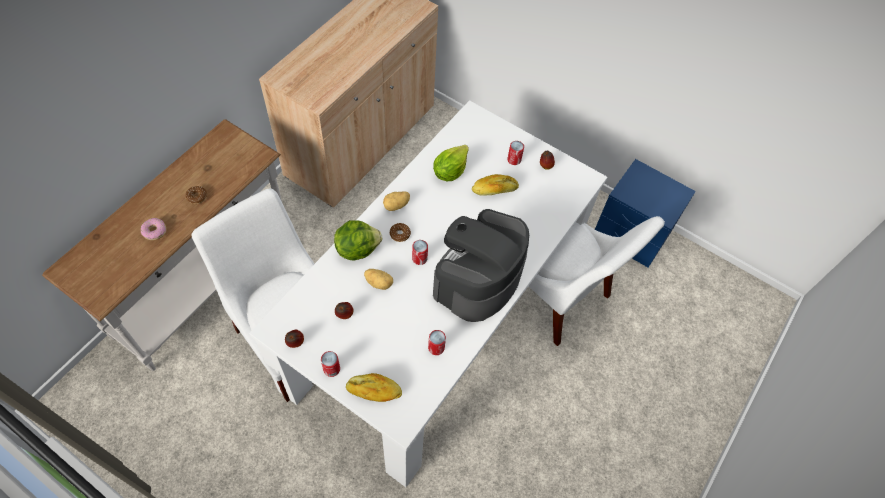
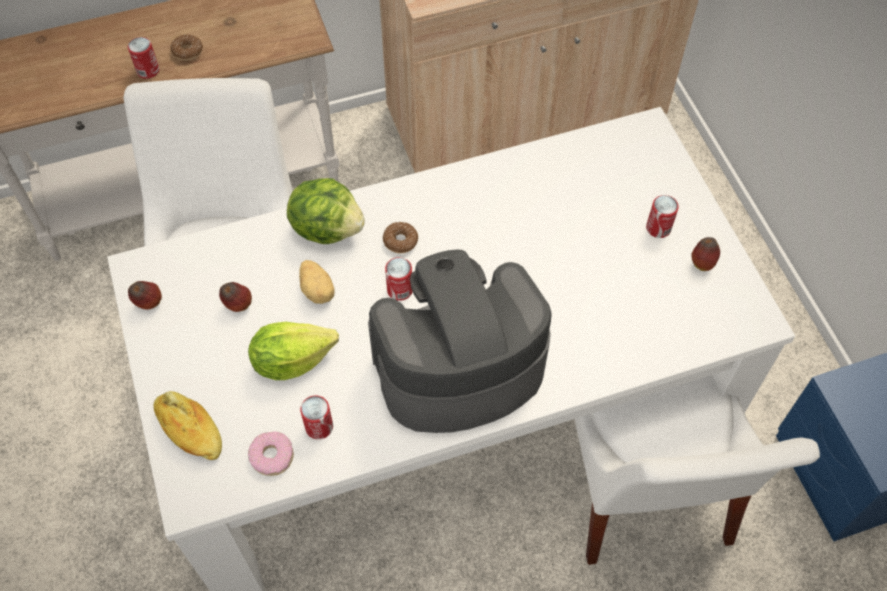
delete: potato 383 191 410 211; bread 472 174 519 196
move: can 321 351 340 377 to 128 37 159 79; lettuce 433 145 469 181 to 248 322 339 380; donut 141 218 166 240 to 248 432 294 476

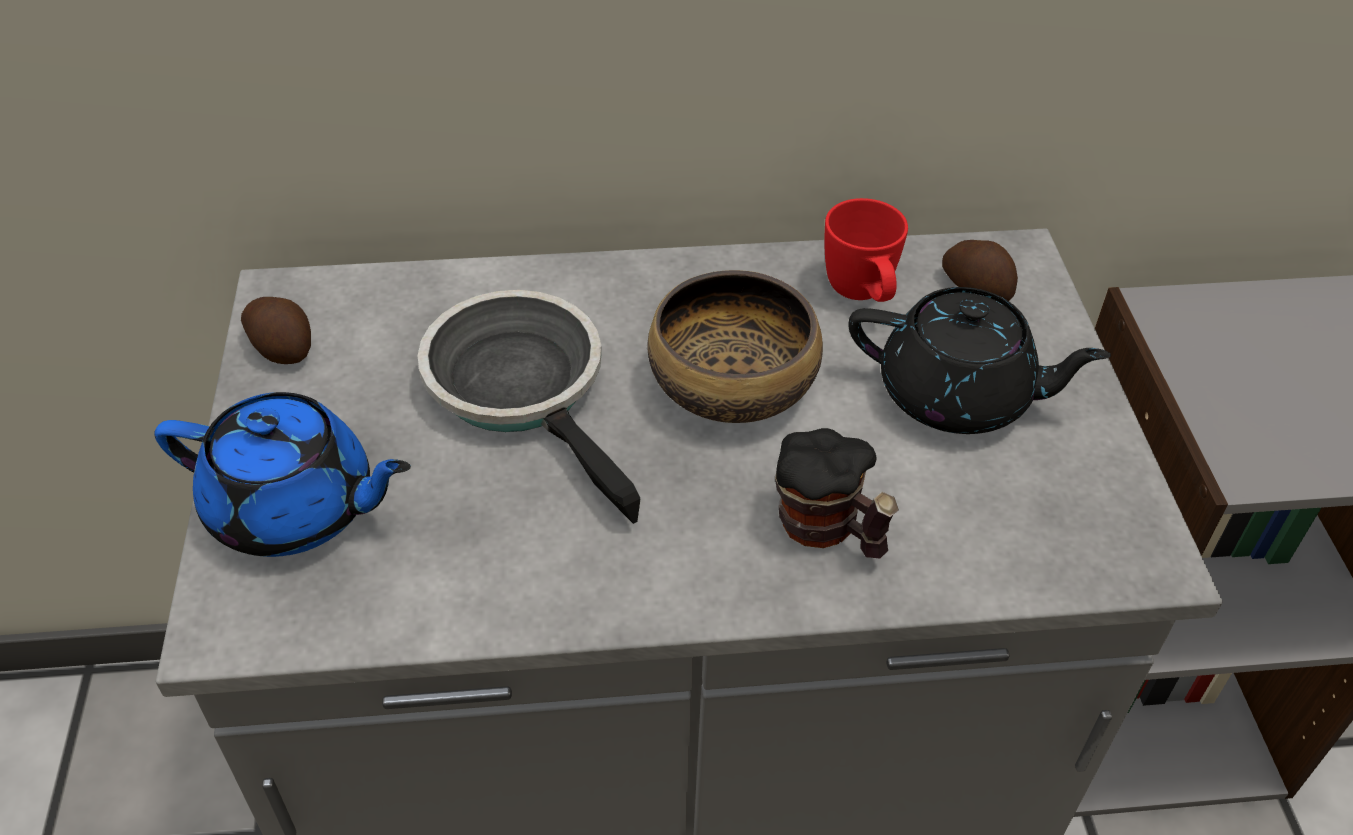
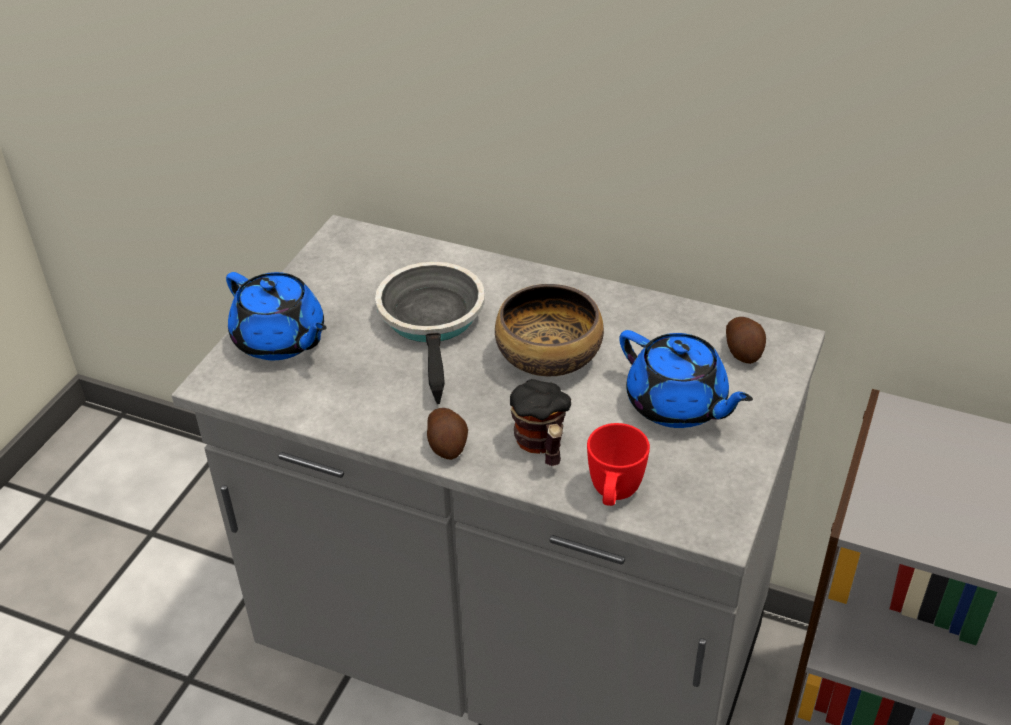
move: potato 241 297 311 364 to 427 408 468 460; mug/red 824 198 908 302 to 587 423 650 506
recolor: teapot/black 848 287 1111 434 to teapot/blue 619 330 753 428

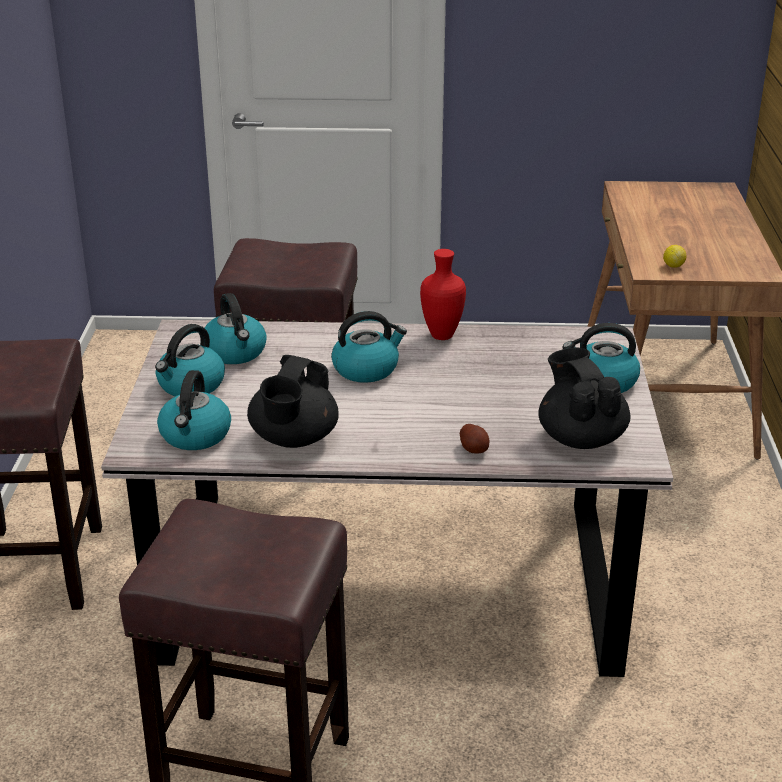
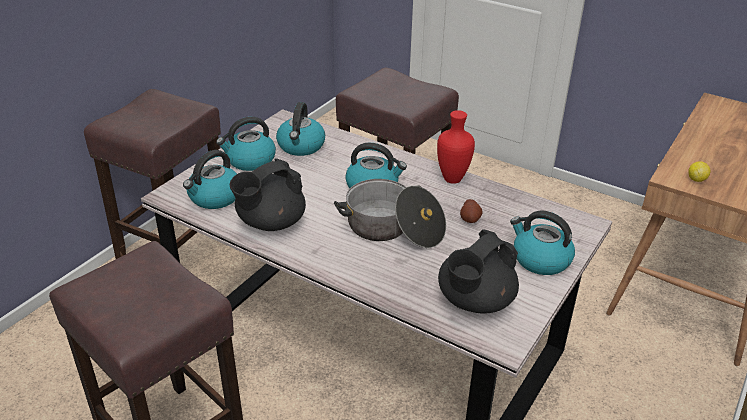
insert: cooking pot 334 179 446 248
move: potato 460 424 490 454 to 460 199 482 223
rotate: teapot/black 538 347 631 449 = 438 229 519 314 150 degrees counterclockwise

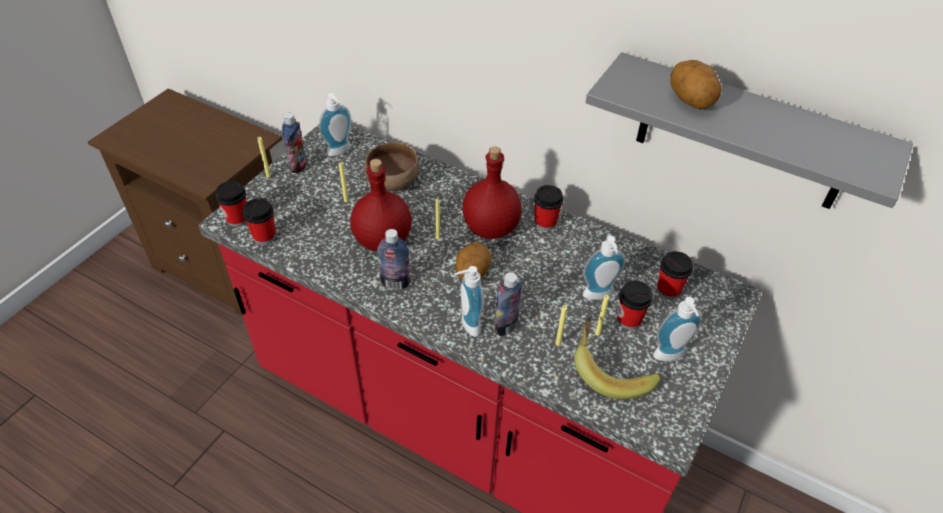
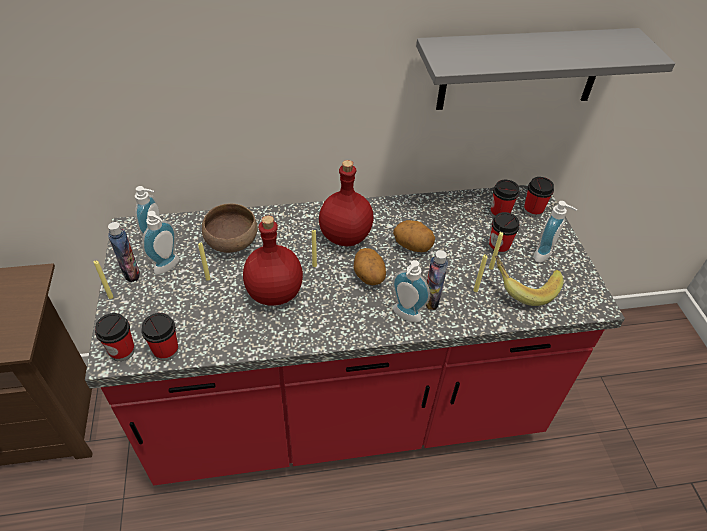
delete: bottle 377 229 411 290
move: soap dispenser 583 236 626 300 to 142 211 179 275; potato 670 60 722 109 to 393 220 435 252; cup 534 185 563 231 to 524 177 554 217

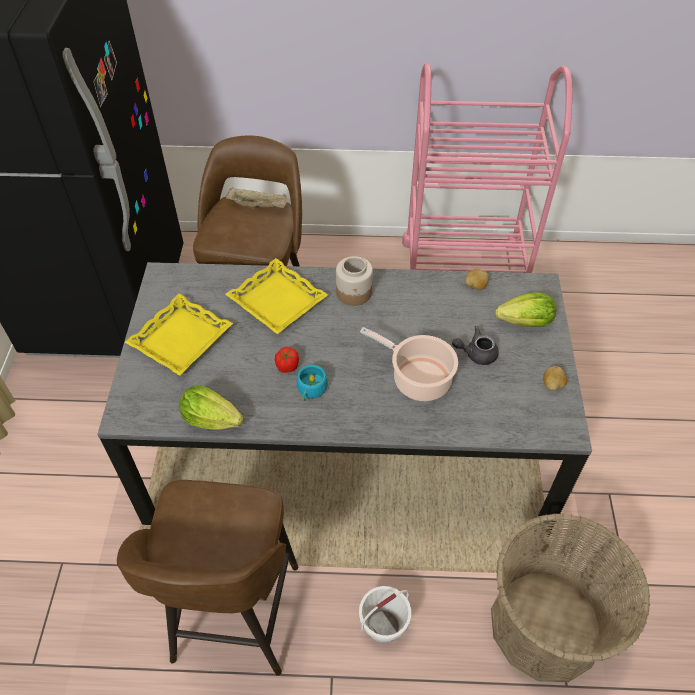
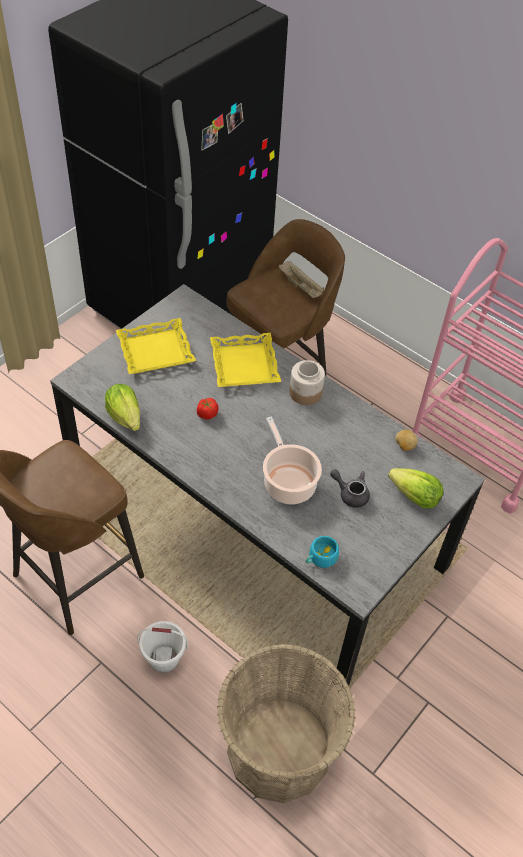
delete: potato 543 366 567 391
move: cup/turquoise 297 365 328 401 to 306 536 339 568

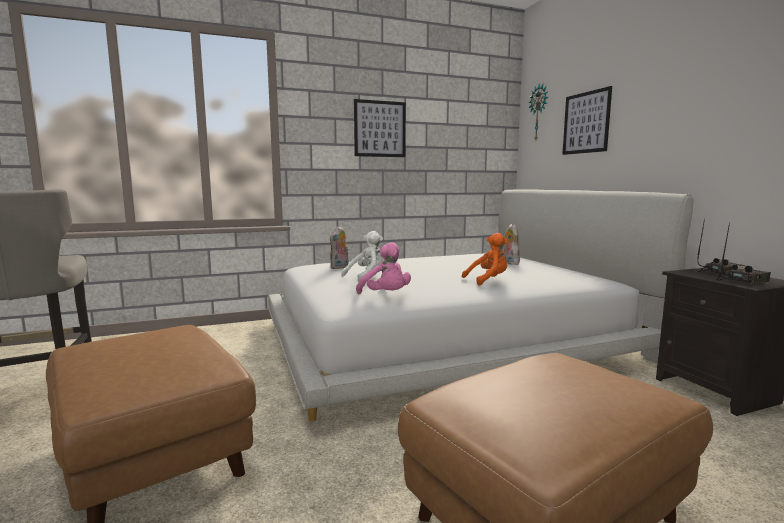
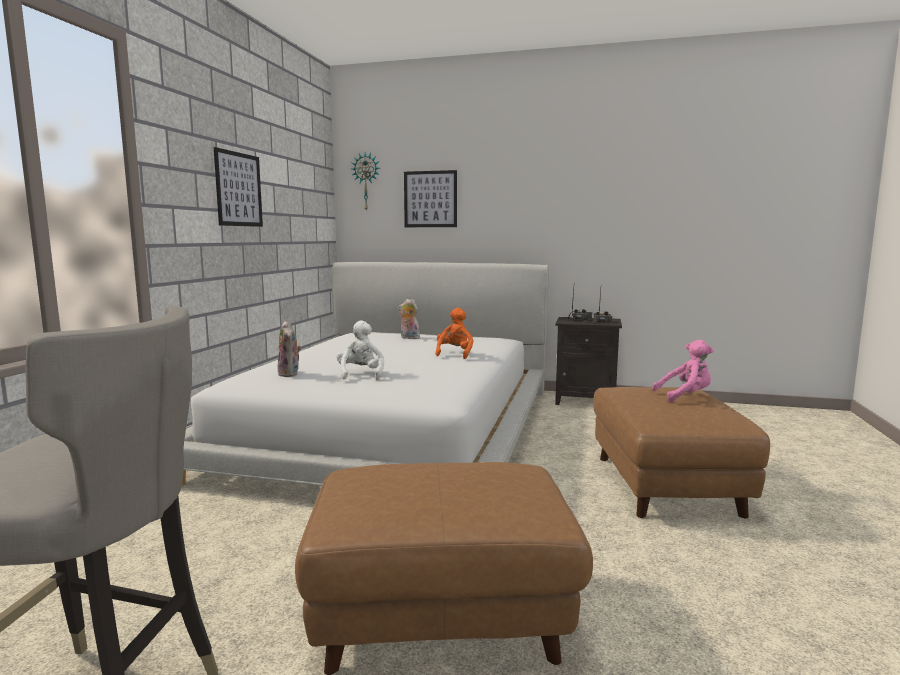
move: plush toy/pink 356 242 411 294 to 652 340 714 403

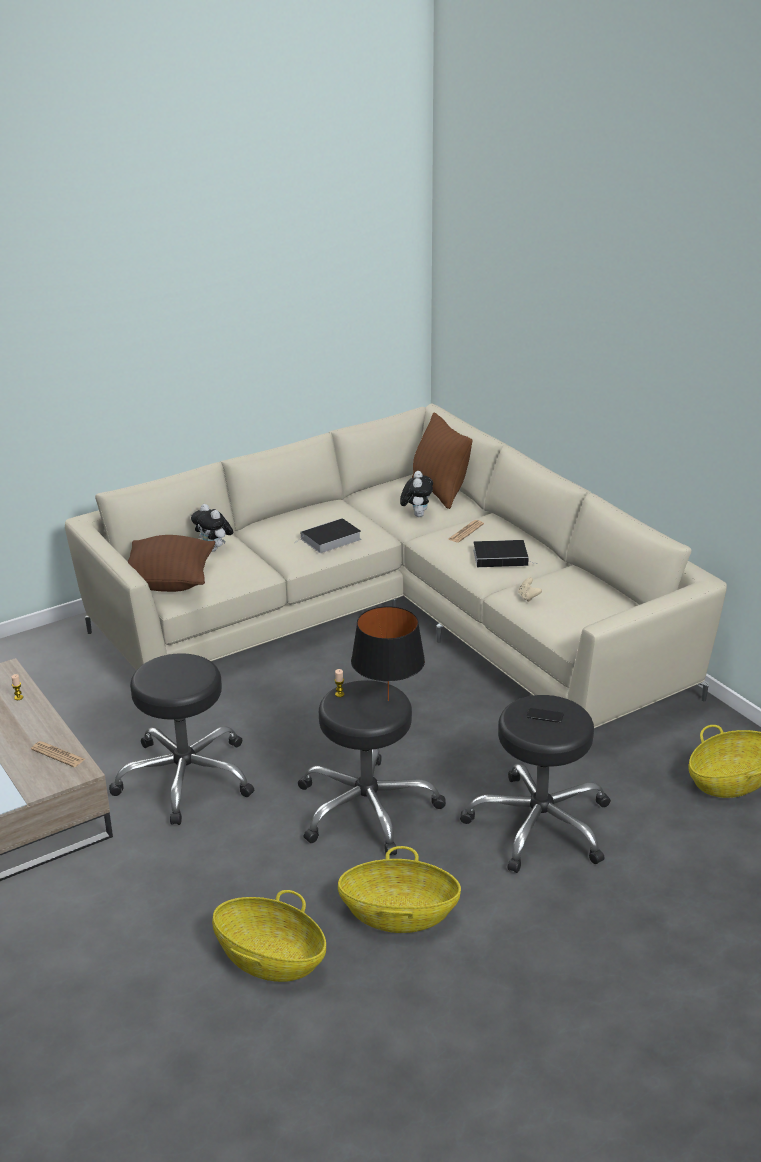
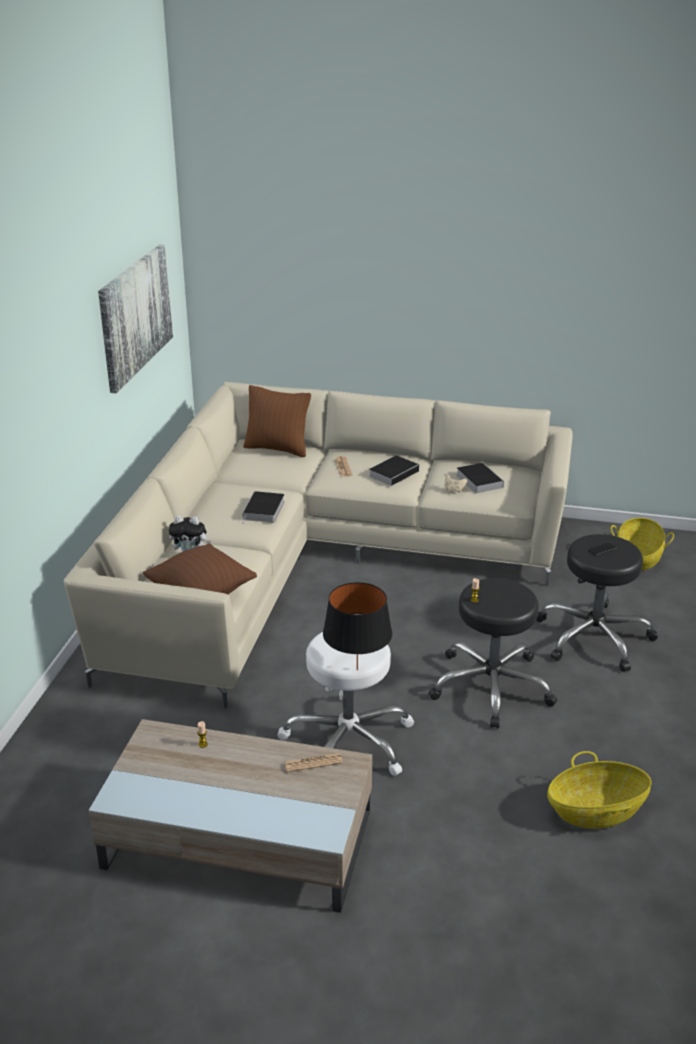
delete: basket 338 846 461 933; plush toy 400 471 433 517
insert: picture 98 244 173 393; book 456 463 504 493
move: table lamp/black 351 606 425 701 to 323 582 392 670
recolor: stool/black 109 653 254 825 to stool/white 277 632 414 776

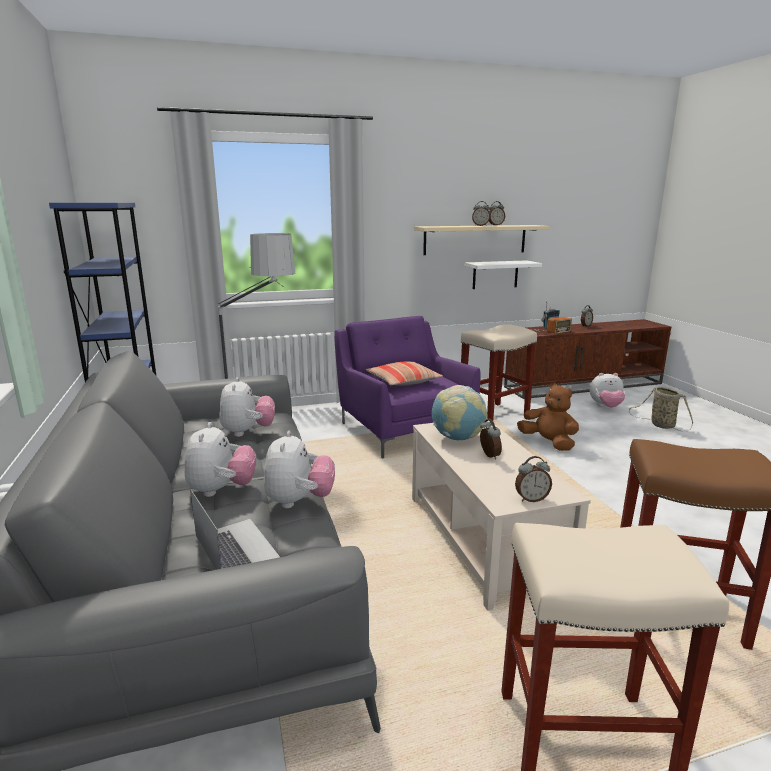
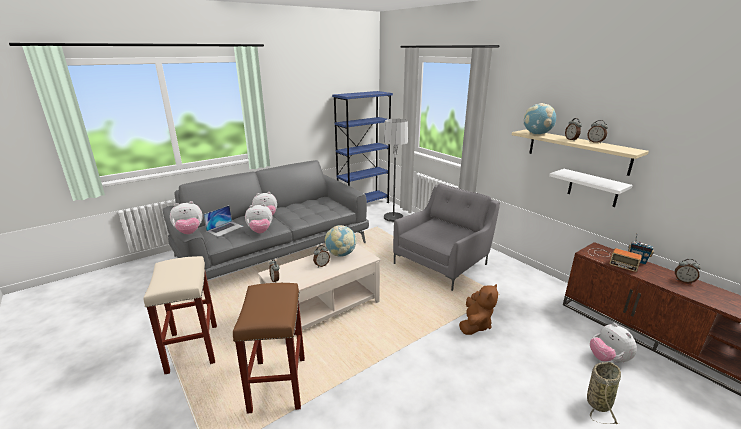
delete: pillow 366 362 443 386; stool/beige 461 324 537 421
insert: globe 523 103 556 134
move: plush toy 219 377 275 437 to 170 201 203 234
recolor: armchair/purple 334 316 481 459 to armchair/grey 393 183 500 291

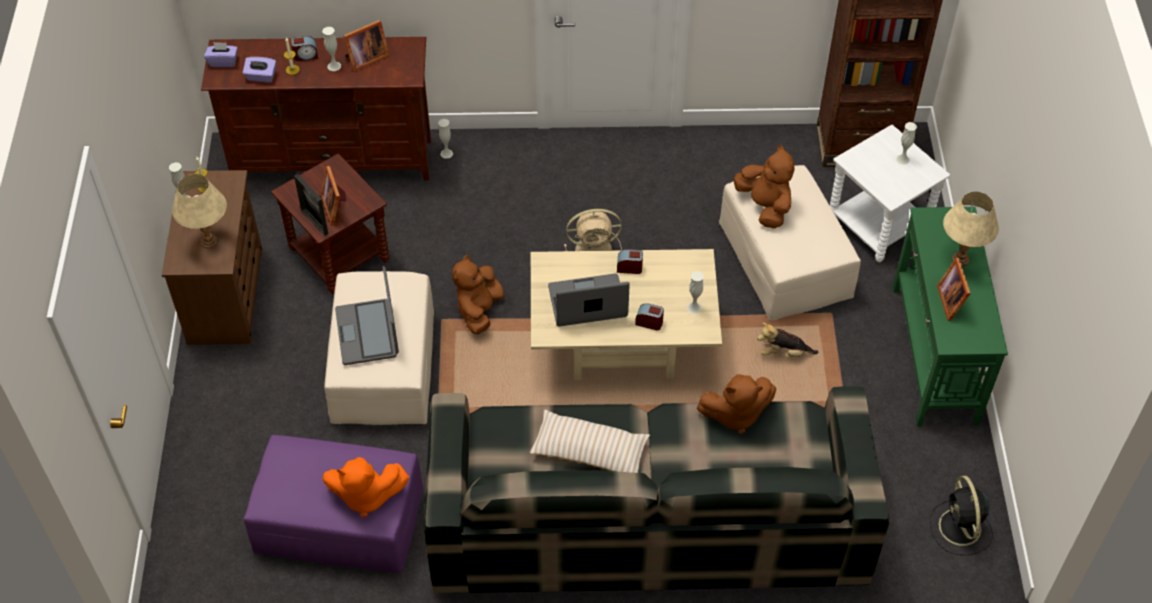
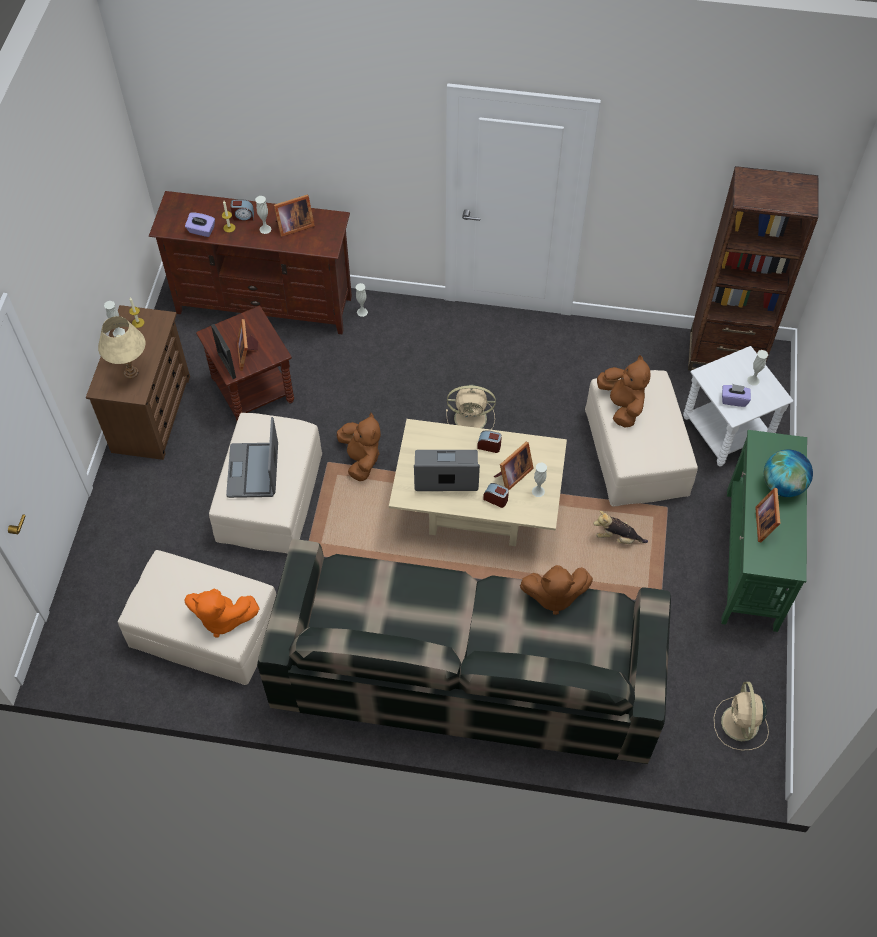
delete: pillow/beige 530 409 650 473
insert: picture frame 493 441 534 490
move: tissue box/purple 204 42 238 67 to 722 384 751 407
replace: table lamp/beige 943 191 999 266 to globe 764 450 813 497
recolor: ottoman/purple 244 435 424 574 to ottoman/beige 118 550 276 685; fan/black 930 476 993 555 to fan/beige 714 682 769 750
rotate: plush toy/brown 452 255 504 334 = 337 413 381 481 135 degrees clockwise

